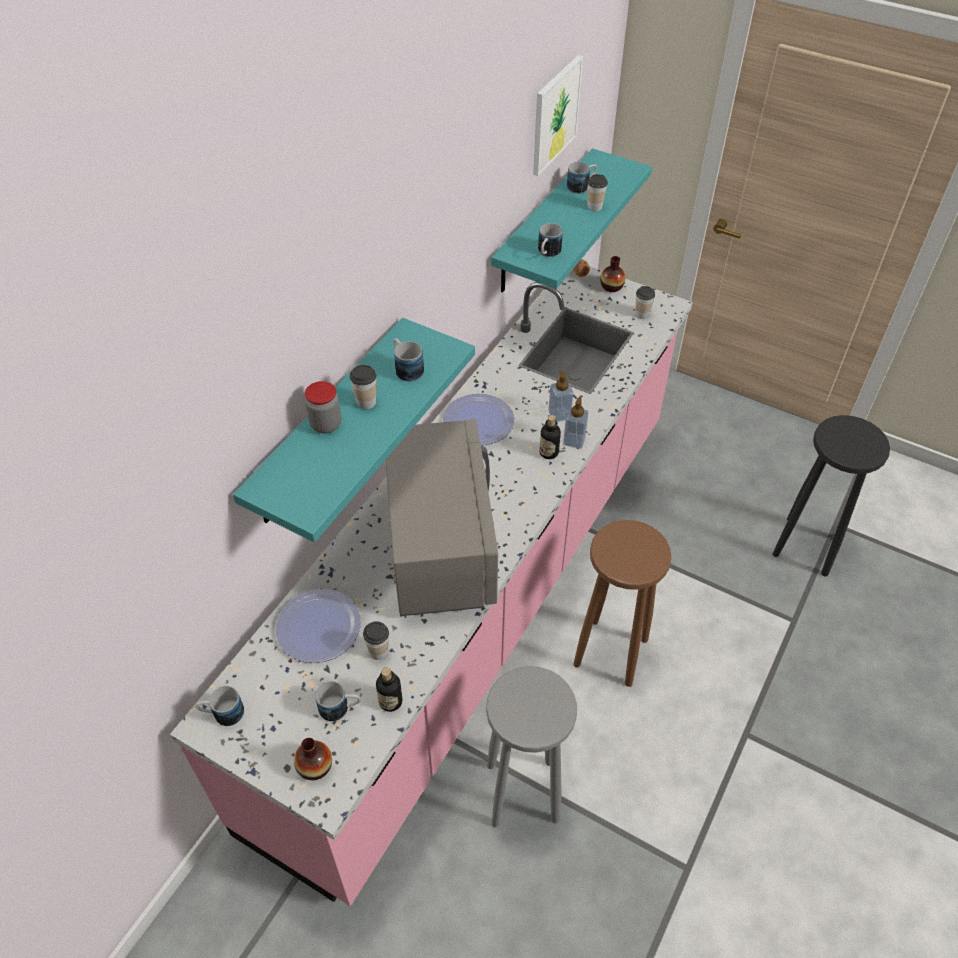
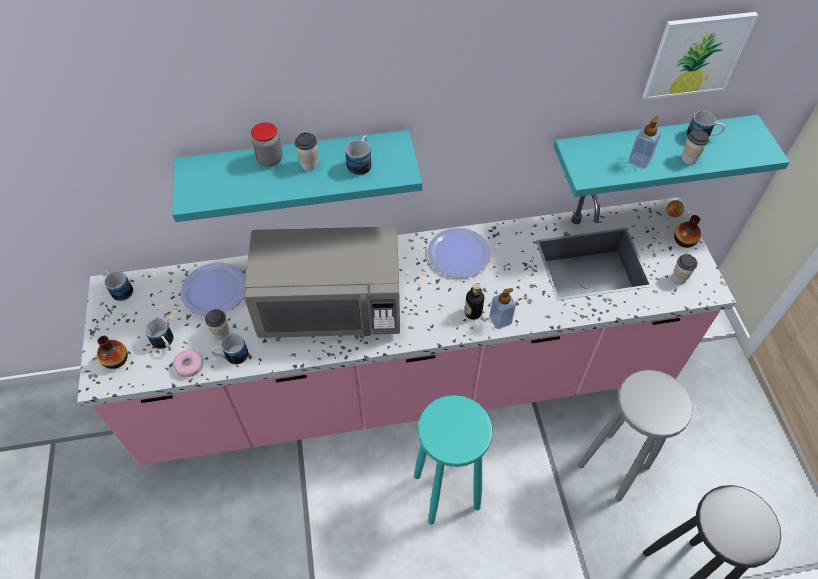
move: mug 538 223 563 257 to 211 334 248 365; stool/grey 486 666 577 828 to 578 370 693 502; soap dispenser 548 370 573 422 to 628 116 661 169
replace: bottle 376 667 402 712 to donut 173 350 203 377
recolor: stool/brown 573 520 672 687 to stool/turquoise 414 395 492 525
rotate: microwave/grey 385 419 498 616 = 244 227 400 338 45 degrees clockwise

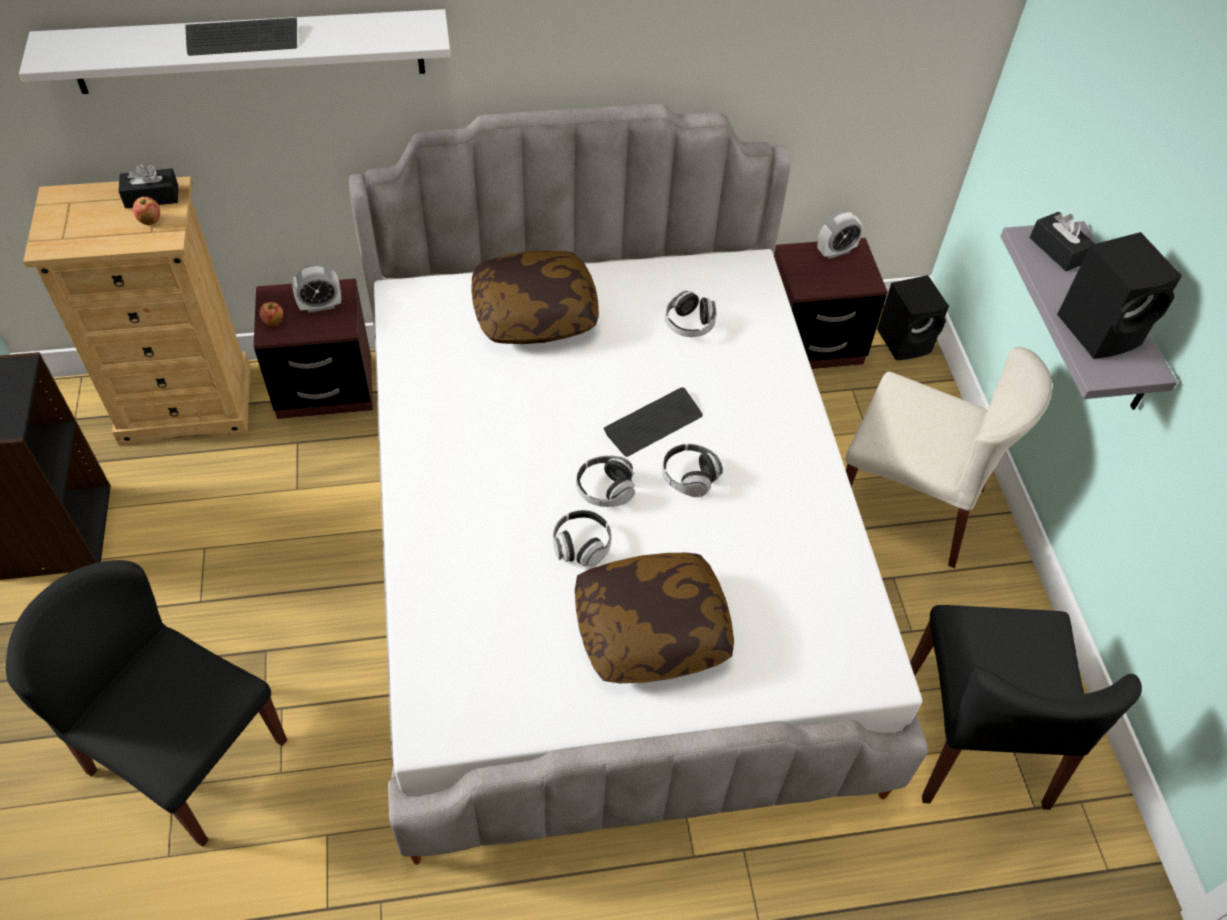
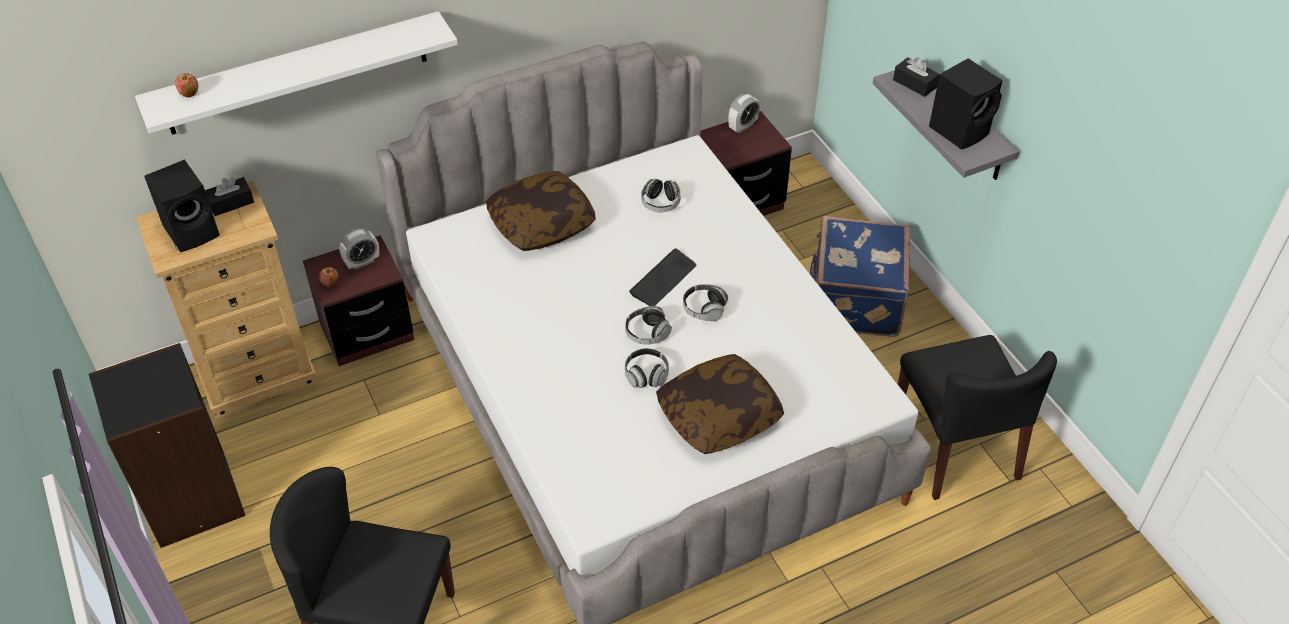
delete: keyboard 185 18 297 56
move: speaker/black 877 275 949 360 to 144 159 220 252; apple 133 197 160 225 to 175 73 198 98
replace: chair/beige 845 347 1052 568 to suitcase/blue 810 216 910 337

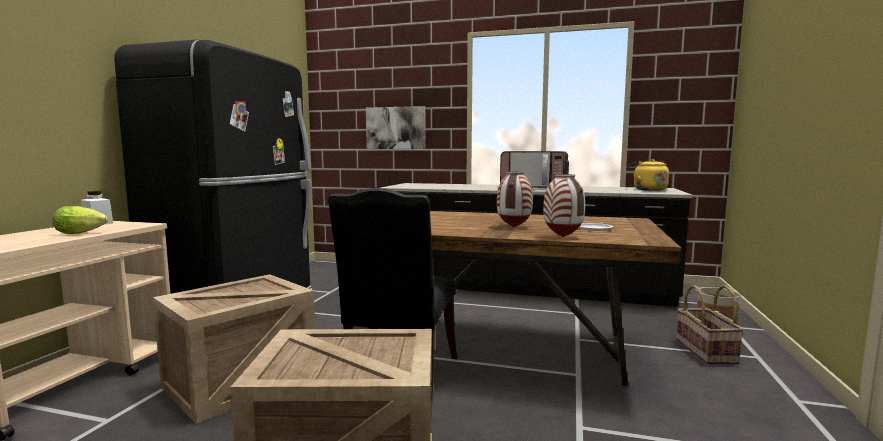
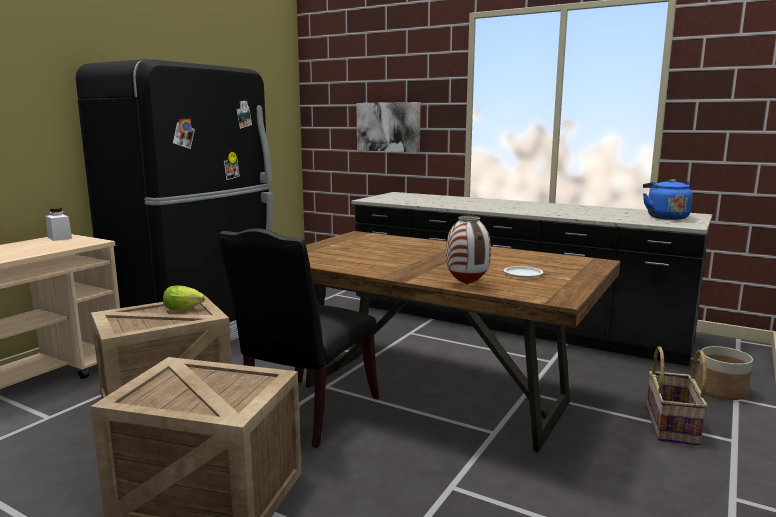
delete: vase 497 172 533 227; microwave 500 151 569 188
move: lettuce 52 206 108 234 to 163 285 205 310
recolor: kettle/yellow 629 159 669 191 to kettle/blue 643 179 693 220

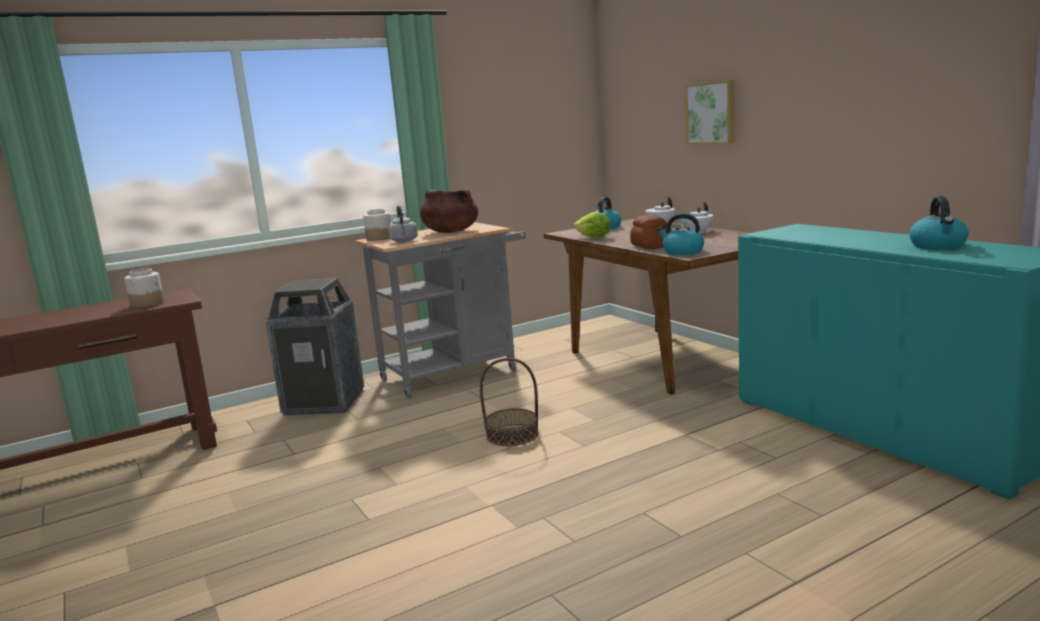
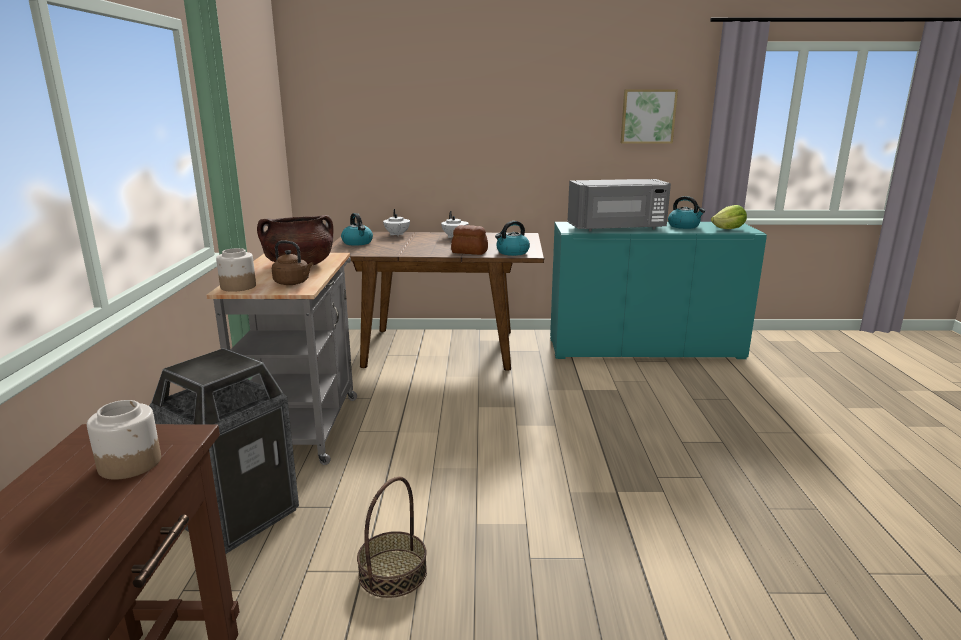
insert: microwave/grey 568 179 671 232
move: basket 480 358 538 446 to 357 476 427 598; picture 685 80 735 144 to 621 89 678 144; lettuce 574 212 611 238 to 711 205 747 229
recolor: kettle/grey 388 205 418 242 to kettle/brown 272 240 313 285

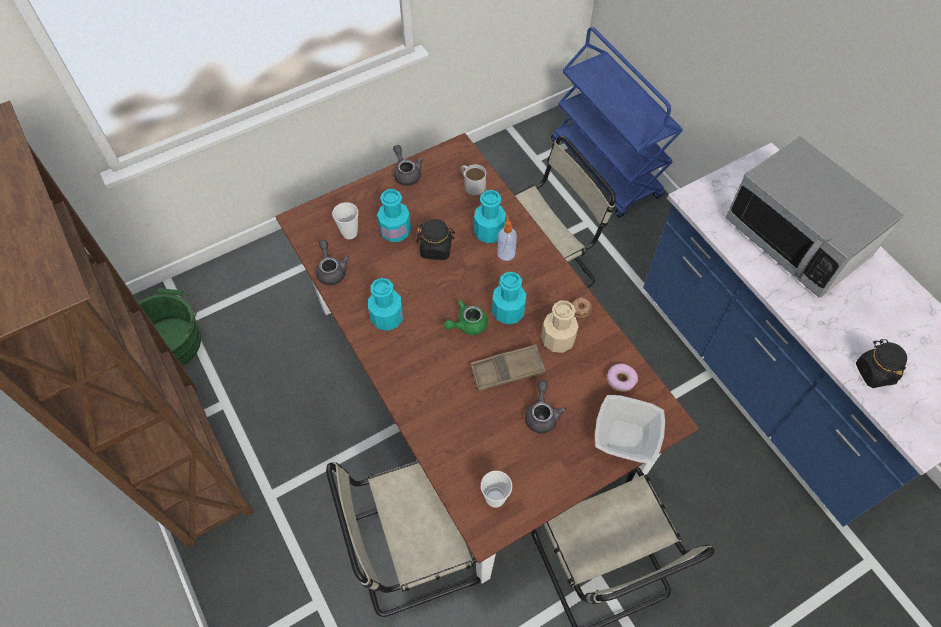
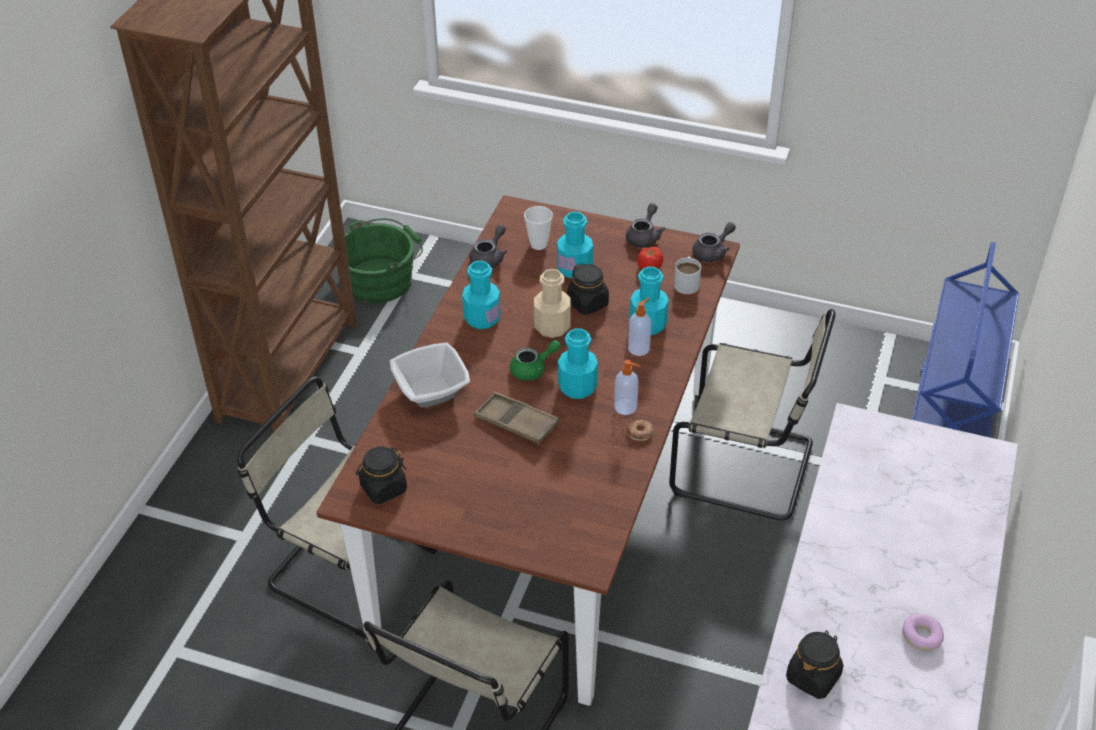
delete: microwave 725 136 904 298
insert: soap dispenser 614 360 641 415; tomato 637 247 663 269
move: bowl 595 395 665 463 to 390 343 470 407; bottle/beige 541 300 579 353 to 534 269 571 338; teapot/grey 525 380 566 434 to 692 222 736 262; donut 607 364 638 392 to 902 614 944 651
replace: cup 481 471 512 508 to jar/black 356 447 407 504
rotate: teapot/green 444 300 488 335 = 510 340 561 381 135 degrees clockwise

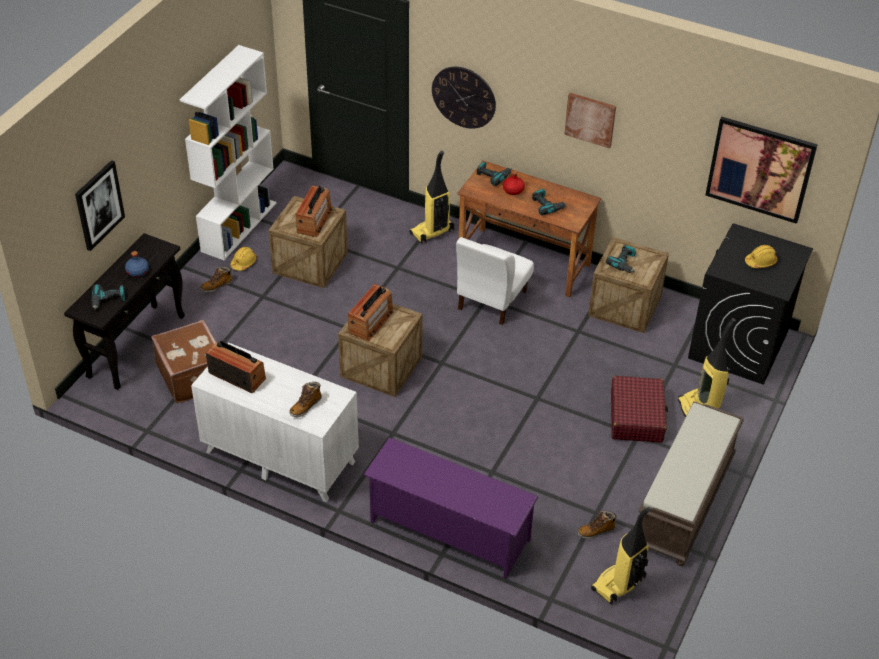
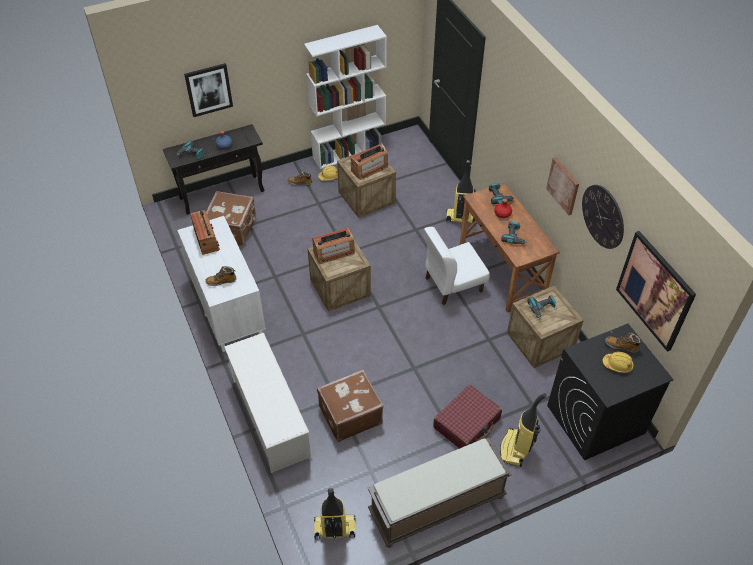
insert: suitcase/brown 317 370 383 442
move: wall clock 432 67 496 129 to 582 185 624 249; boot 578 511 616 539 to 605 333 642 353
recolor: shoe rack/purple 363 438 539 579 to shoe rack/white 224 333 311 473

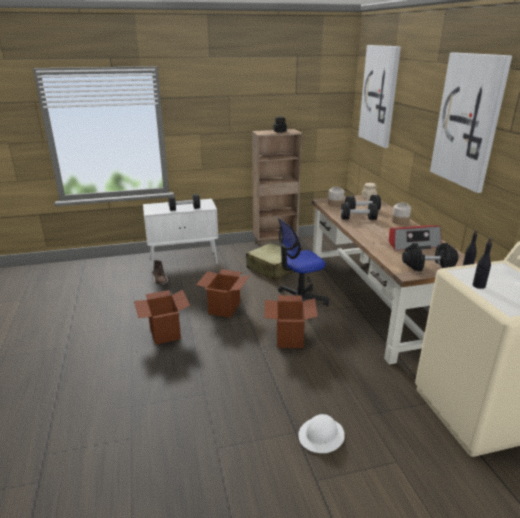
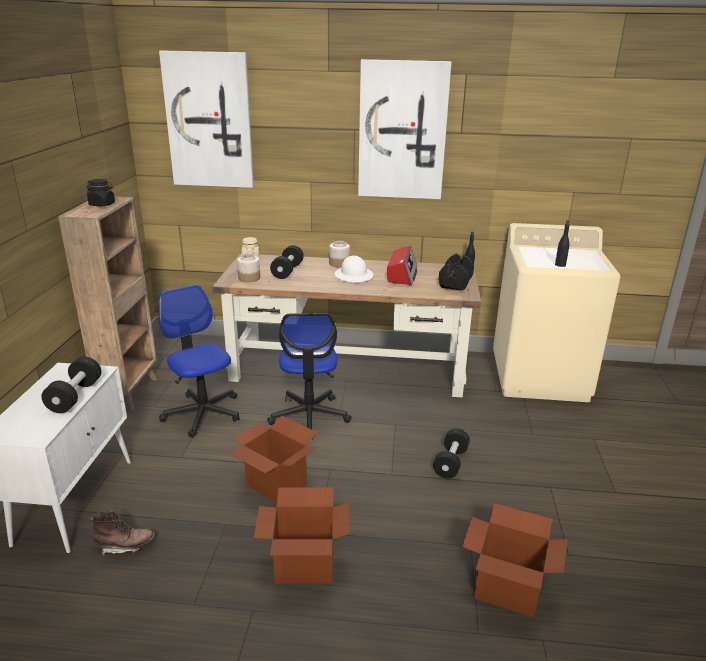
move: hard hat/white 298 414 345 453 to 334 255 373 282; dumbbell/black 341 203 378 220 to 433 428 470 478; cardboard box 264 295 318 348 to 462 503 568 618
replace: suitcase/beige 246 243 294 281 to office chair 159 285 240 437

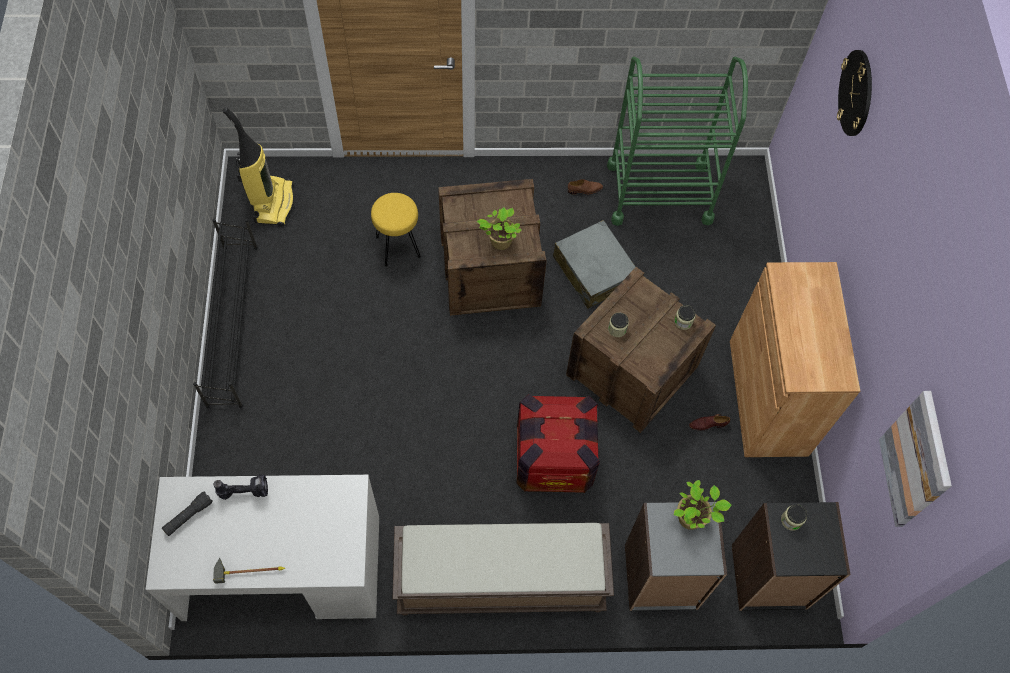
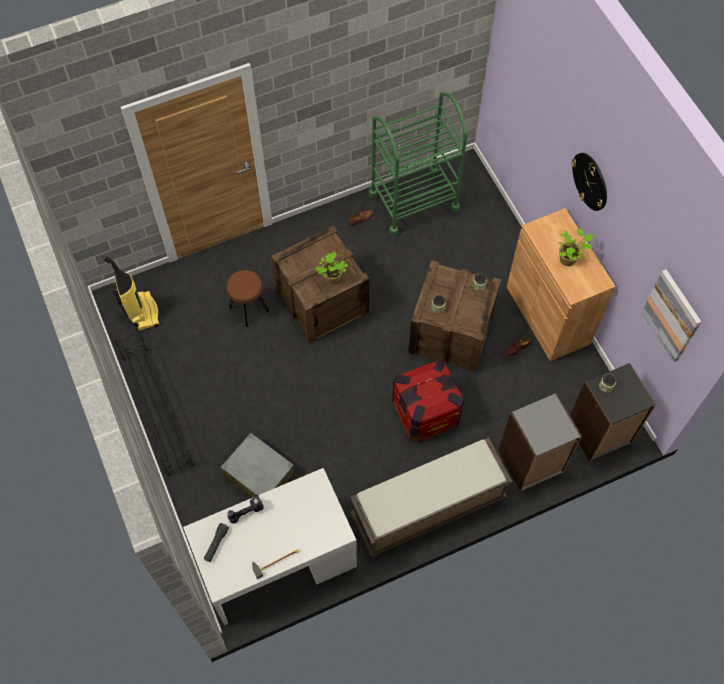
move: suitcase/grey 553 220 635 309 to 220 433 295 497; potted plant 674 480 732 530 to 558 228 593 266; wall clock 837 50 872 136 to 571 153 607 211
recolor: stool/yellow 371 193 421 267 to stool/brown 227 270 269 327

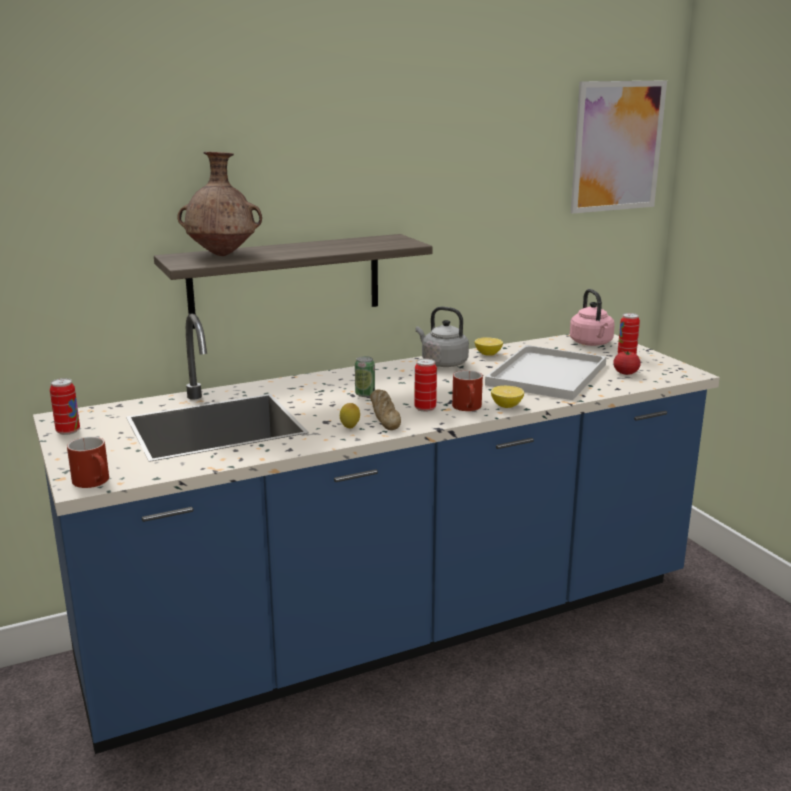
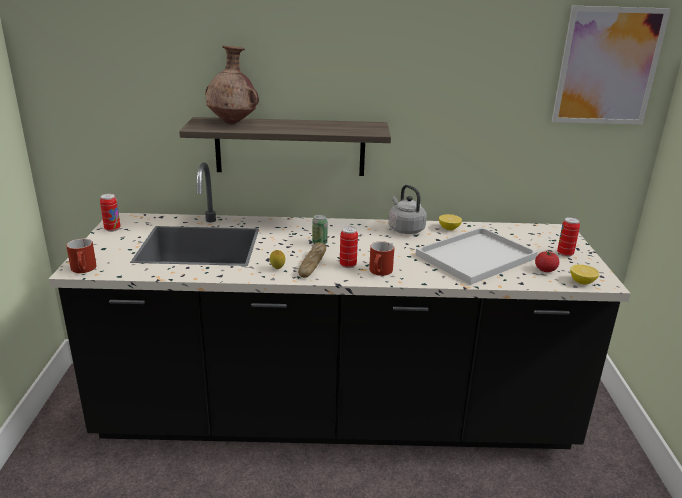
delete: kettle/pink 570 289 615 346
move: lemon 491 386 524 408 to 570 264 599 284
recolor: counter/blue 33 314 720 754 to counter/black 49 162 631 449

